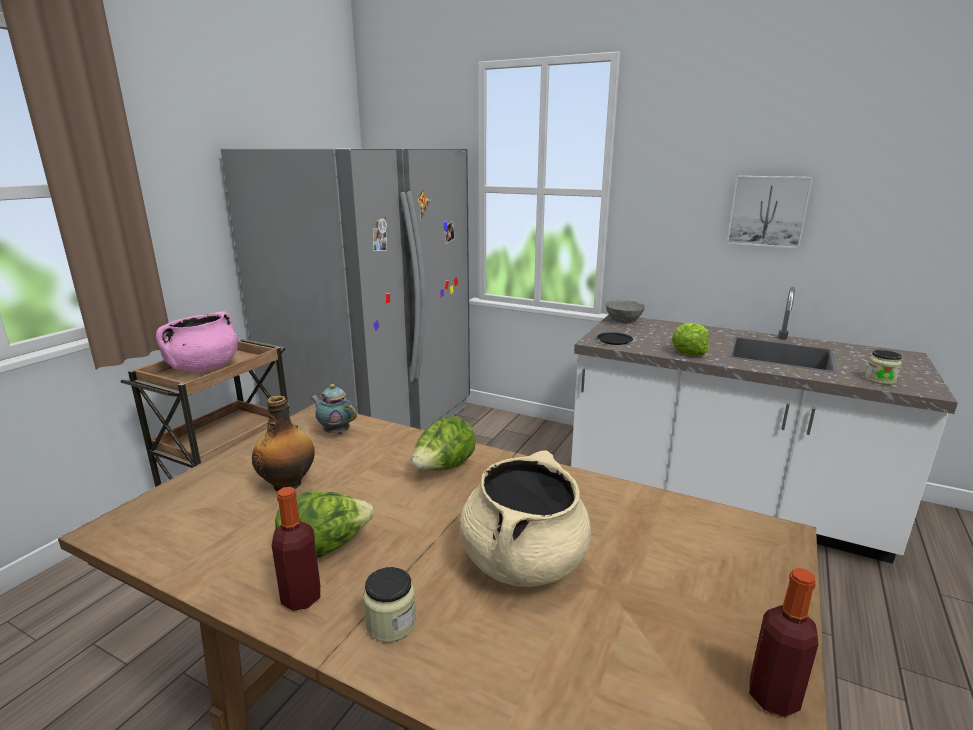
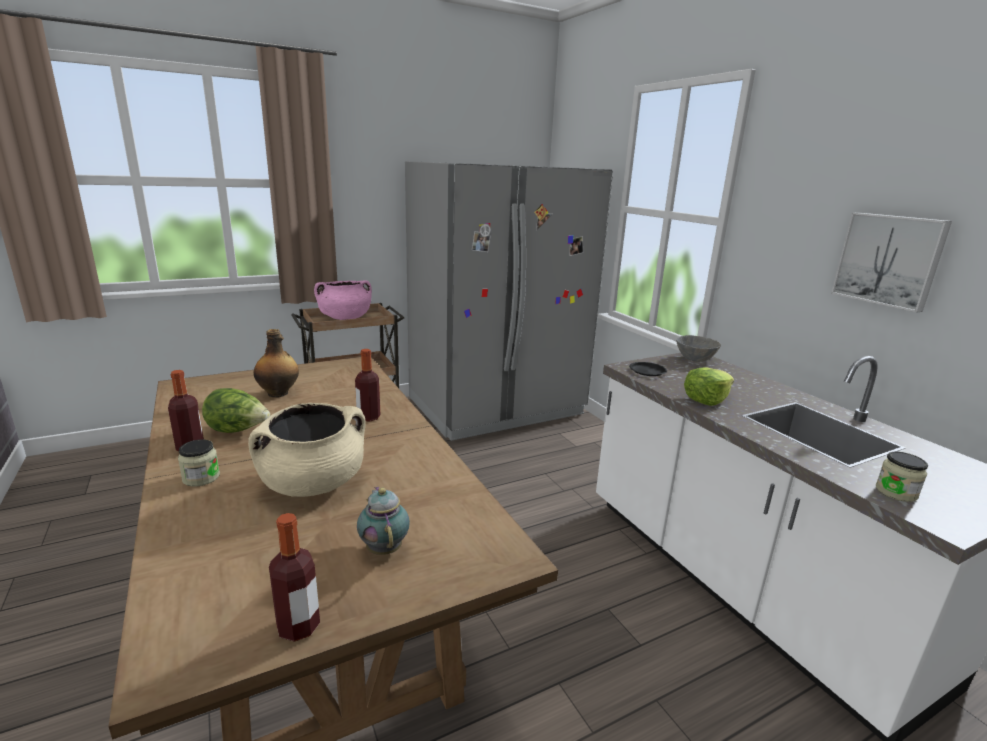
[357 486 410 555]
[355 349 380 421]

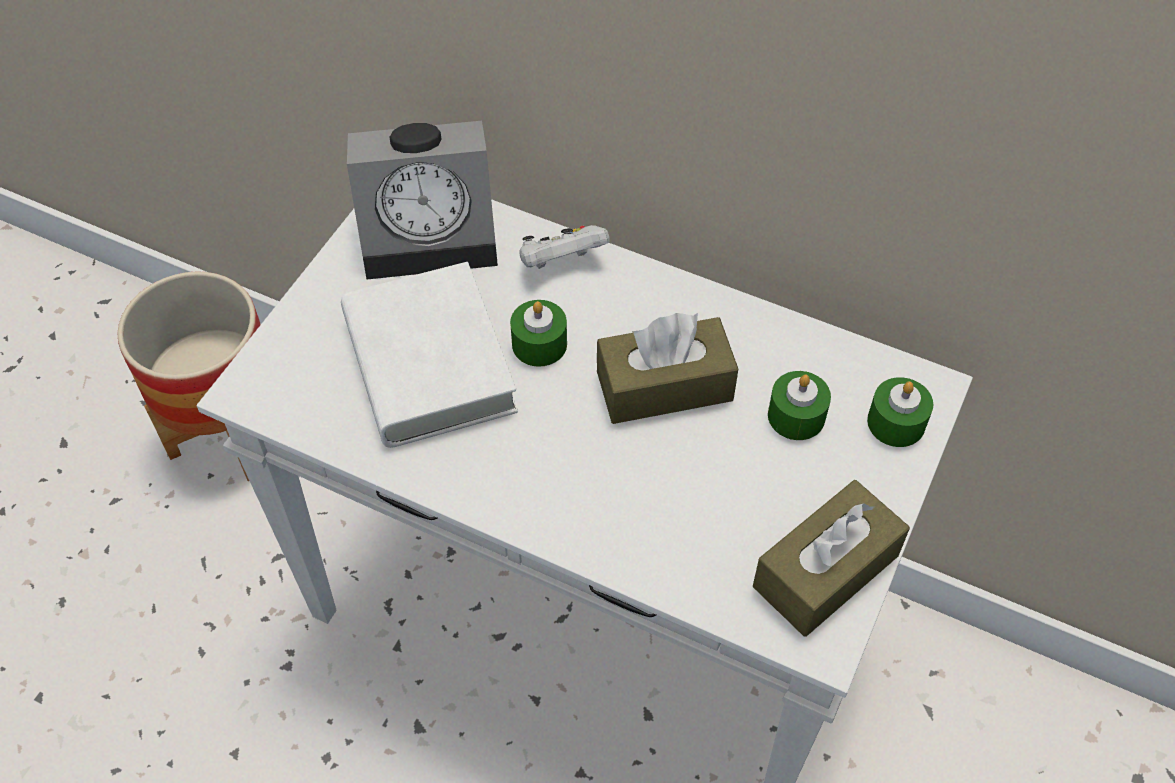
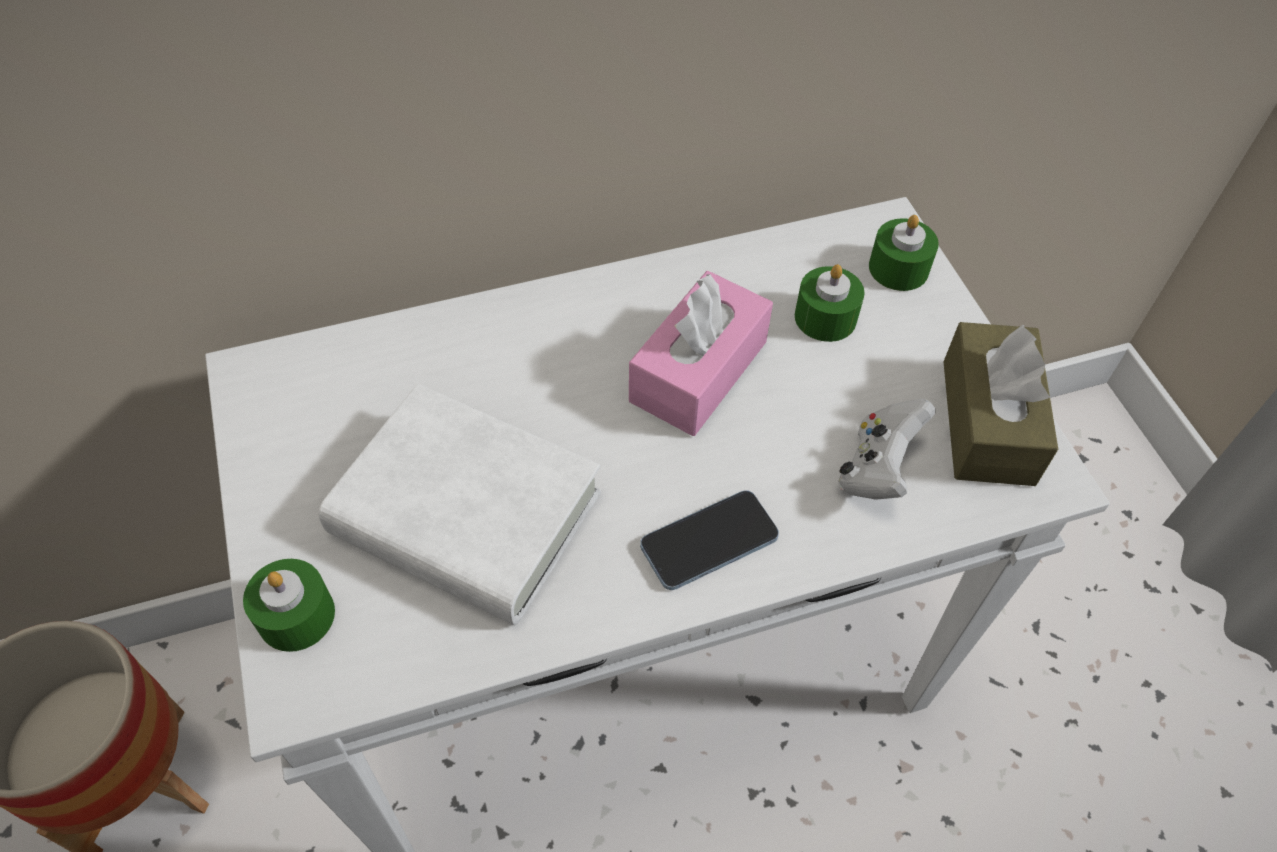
[347 121 498 279] (first image)
[640 490 779 590]
[243 559 335 652]
[838 399 936 500]
[629 271 773 436]

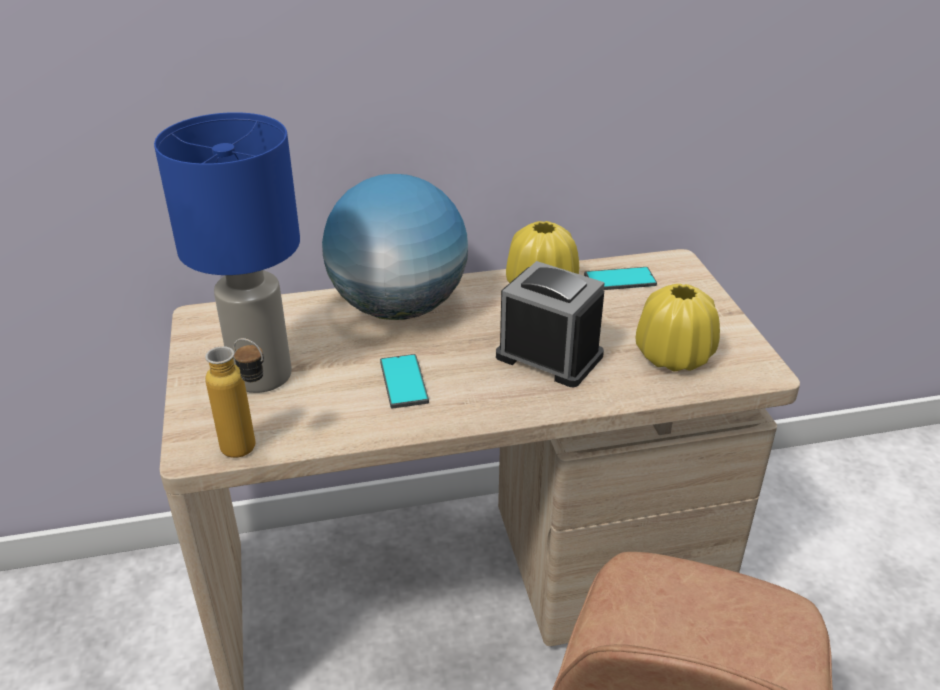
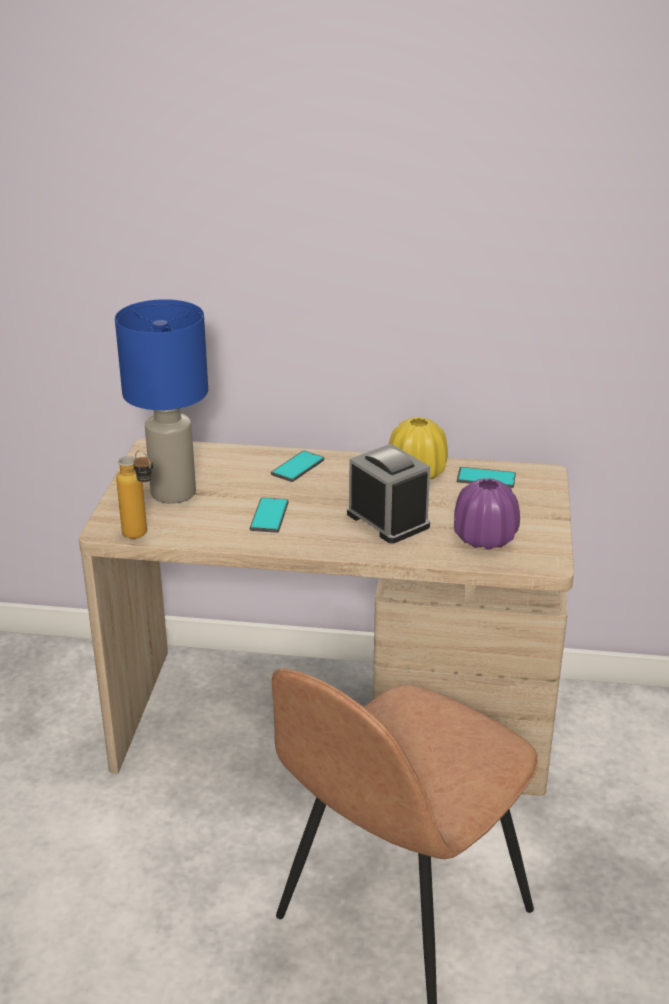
[271 451 324 482]
[454 478 520 550]

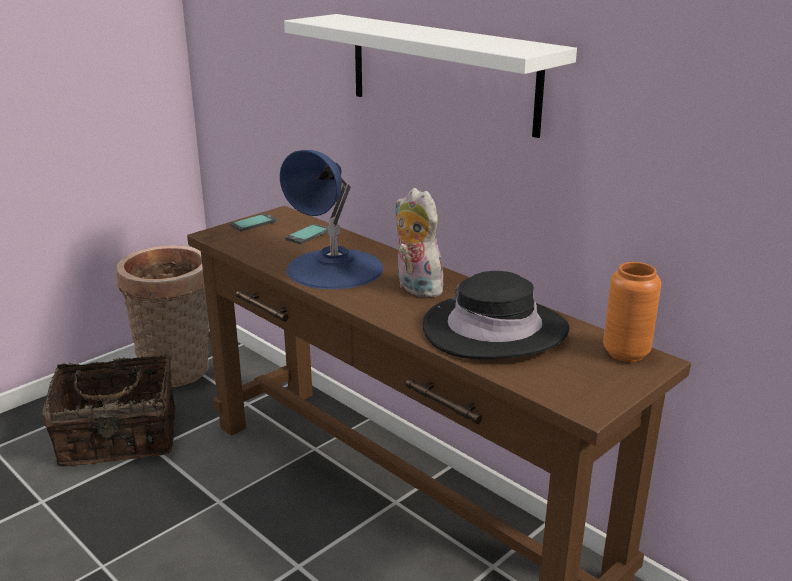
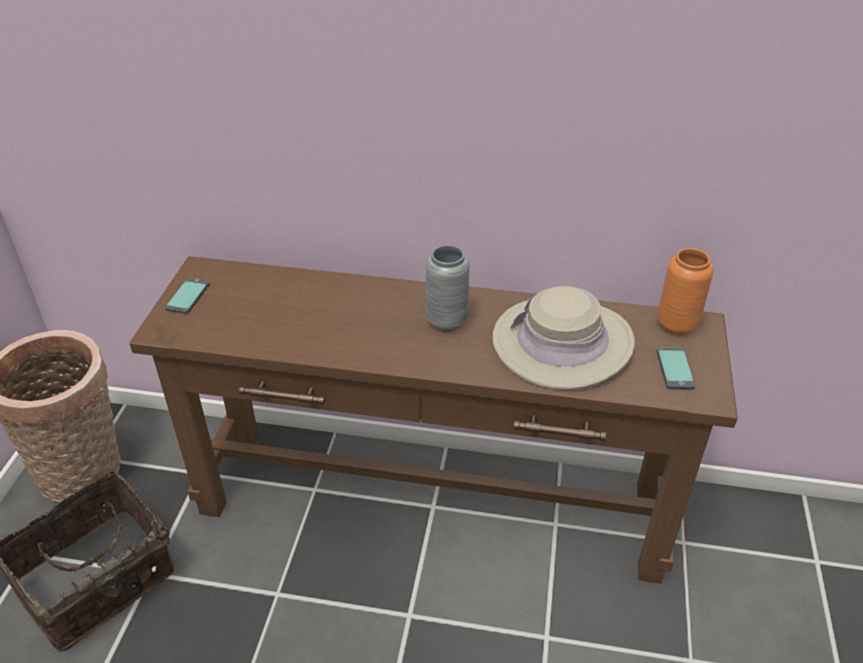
[280 150 384 289] (first image)
[284 14 577 138] (first image)
[657 347 696 390]
[426 245 470 331]
[492 286 635 390]

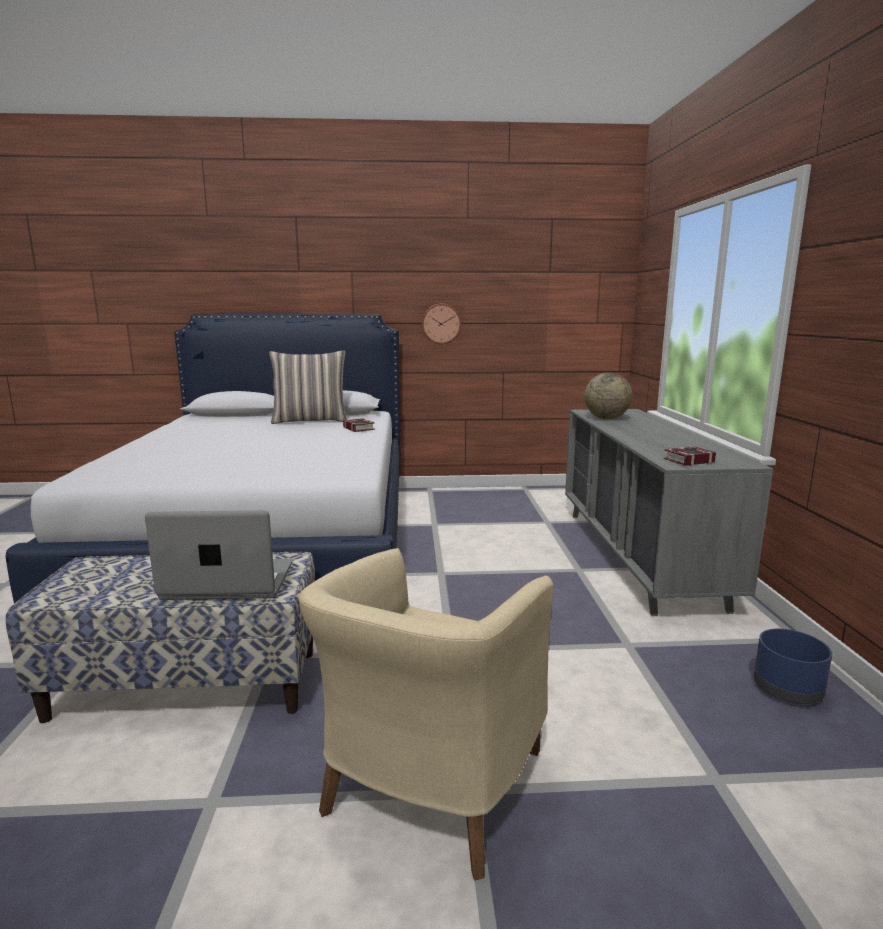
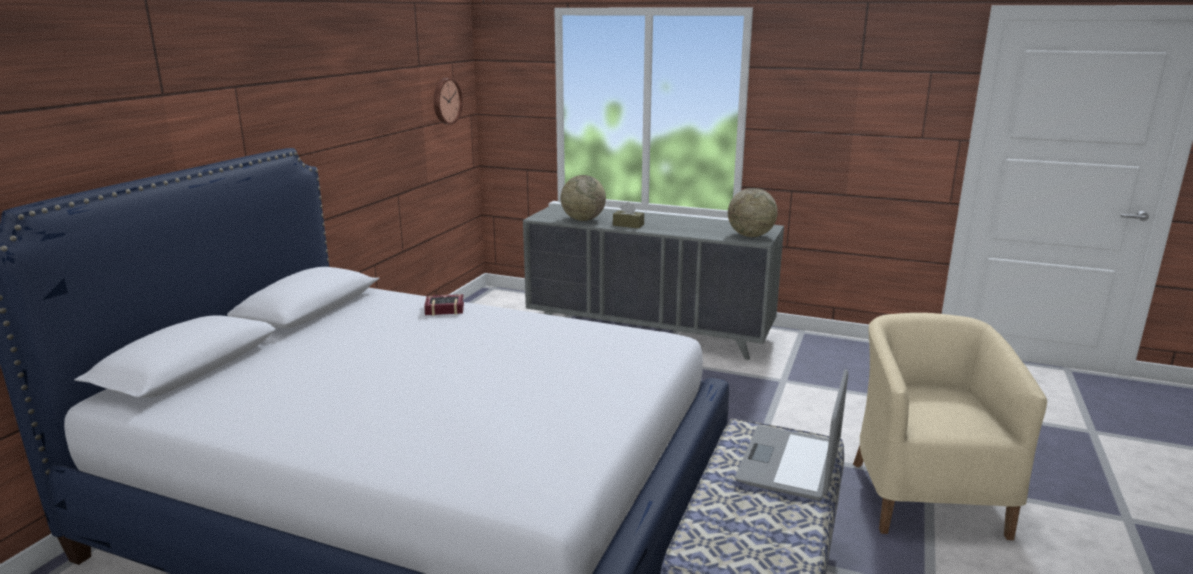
[269 350 347 424] (first image)
[754 629 832 704] (first image)
[613 202 644 228]
[434 78 463 125]
[728 188 778 237]
[853 313 1047 540]

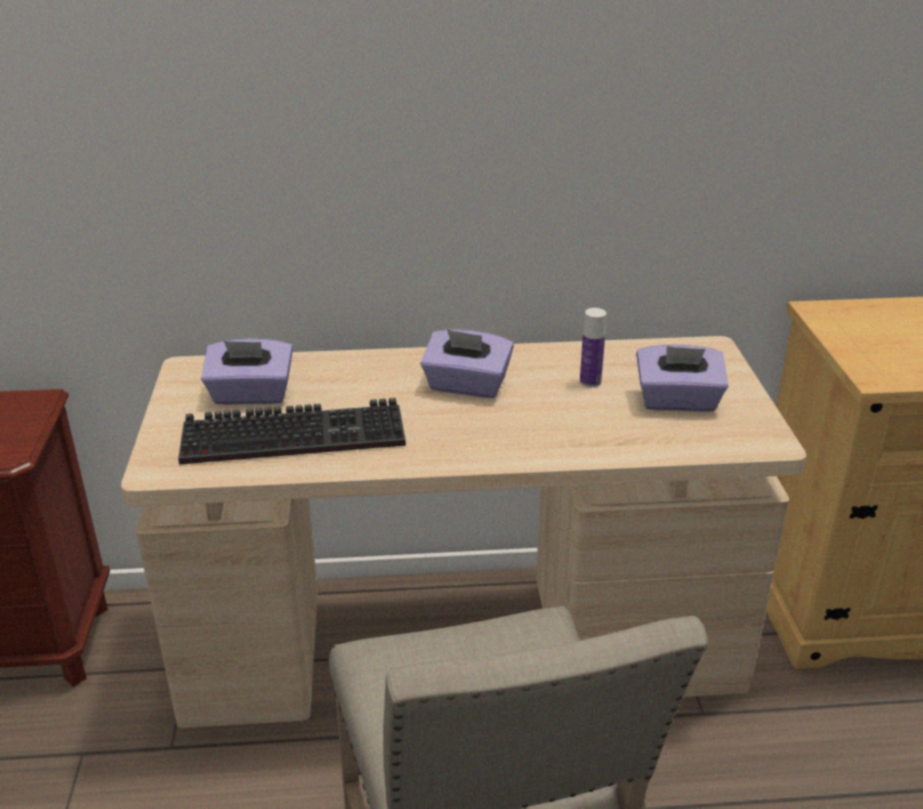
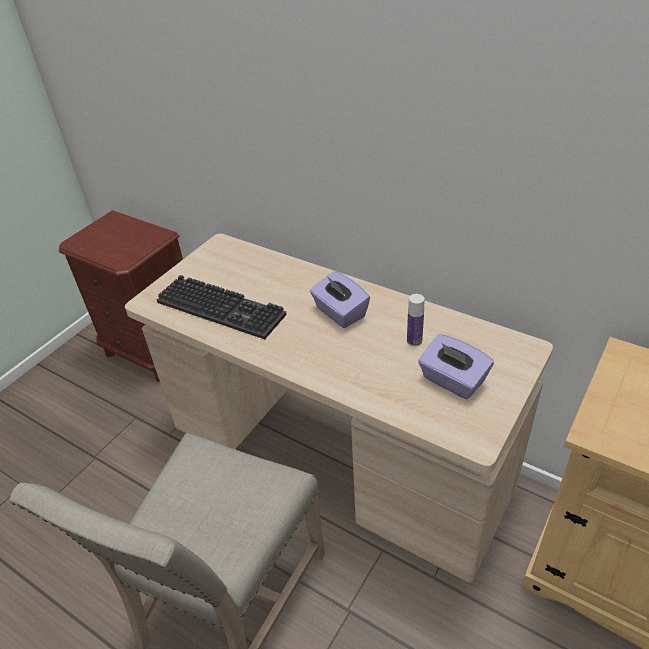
[201 339 293 405] (first image)

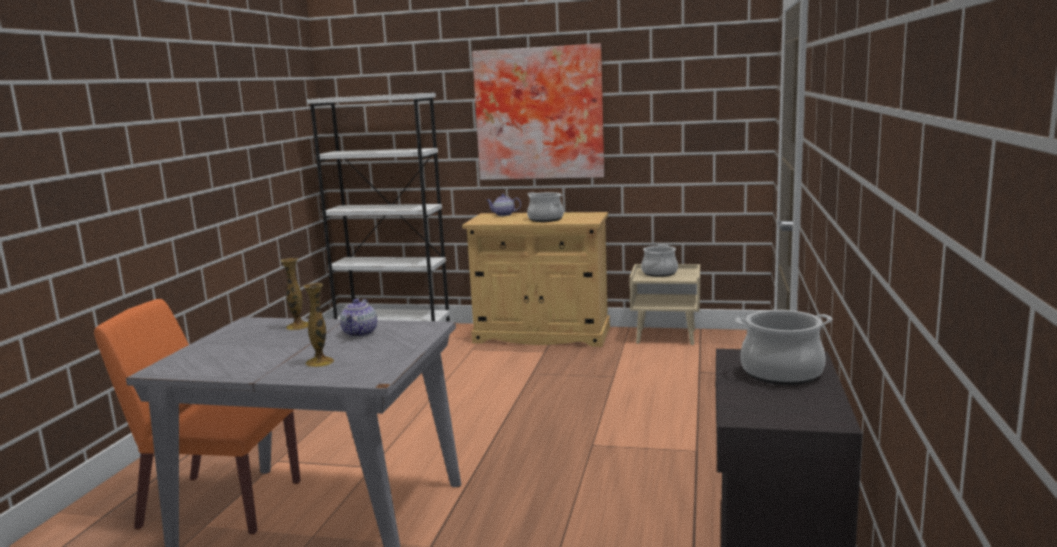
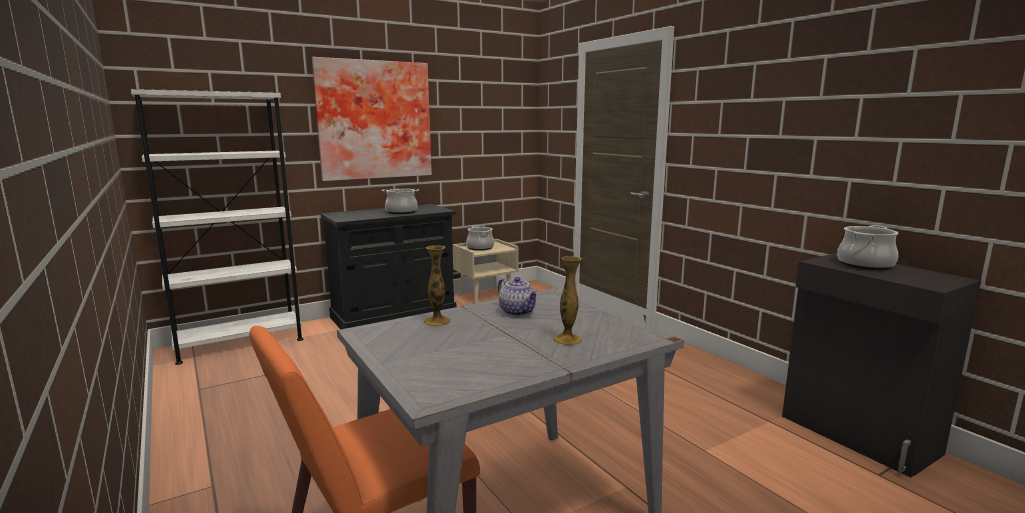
[487 194 521 216] (first image)
[321 204 456 329]

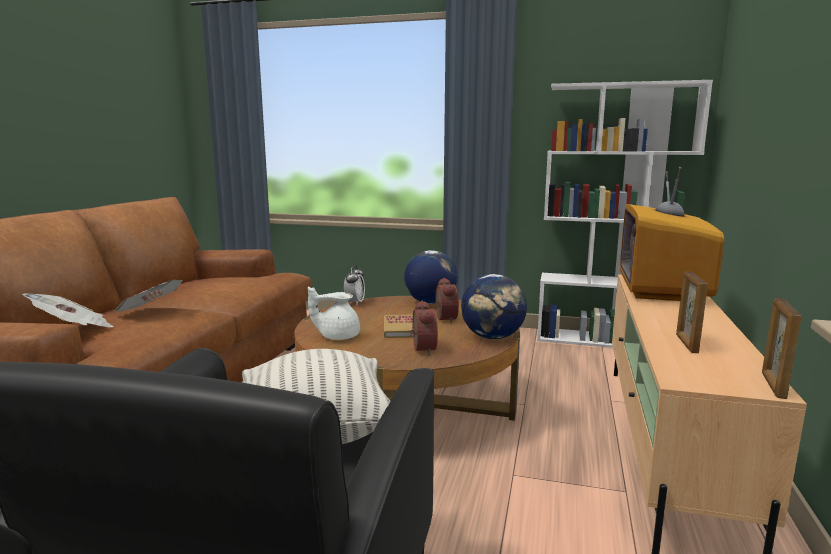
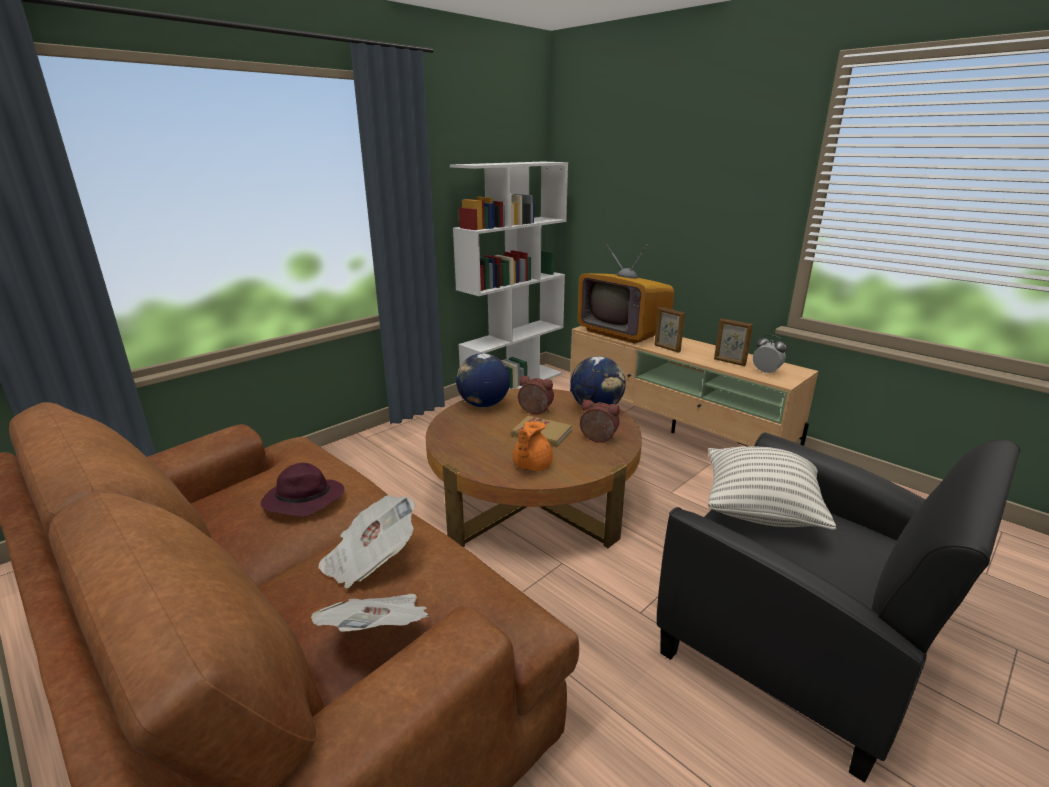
[261 463 344 517]
[753 335 787 373]
[654 307 685 353]
[513 421 553 471]

